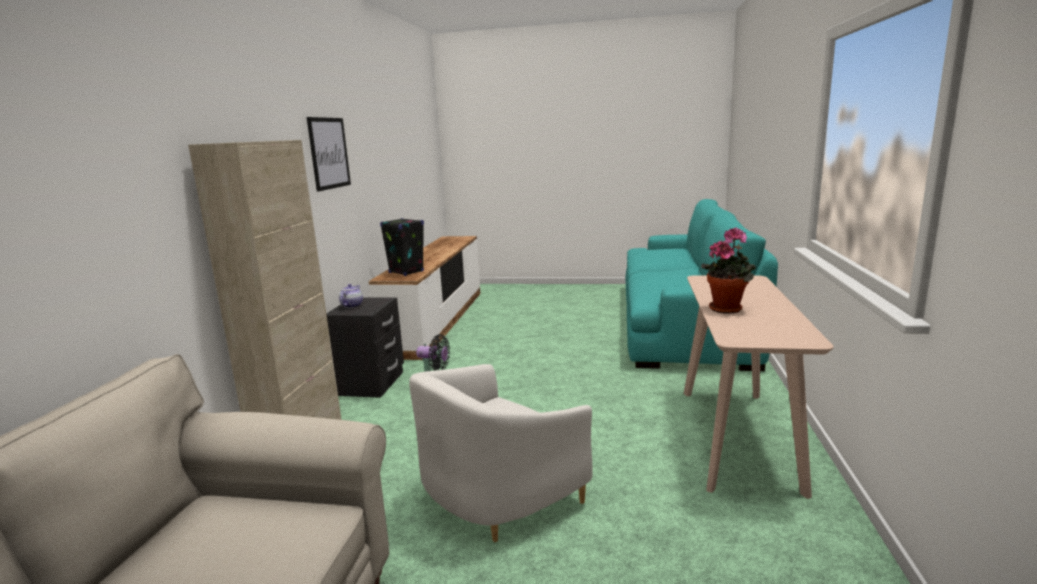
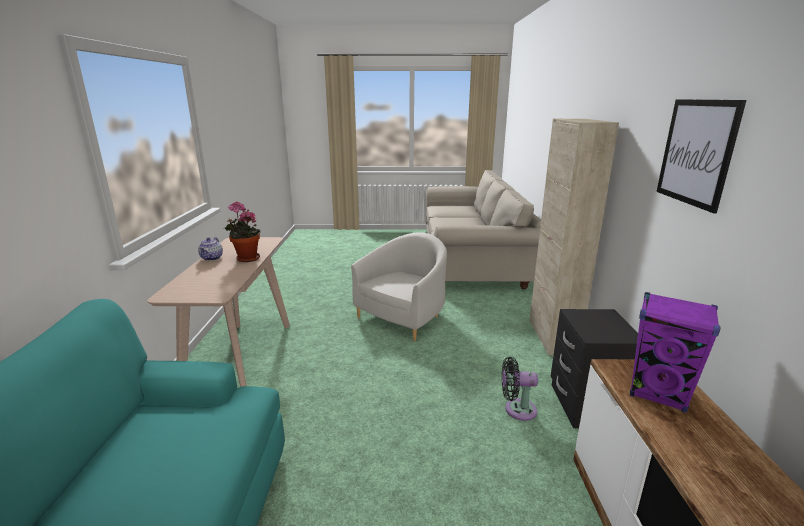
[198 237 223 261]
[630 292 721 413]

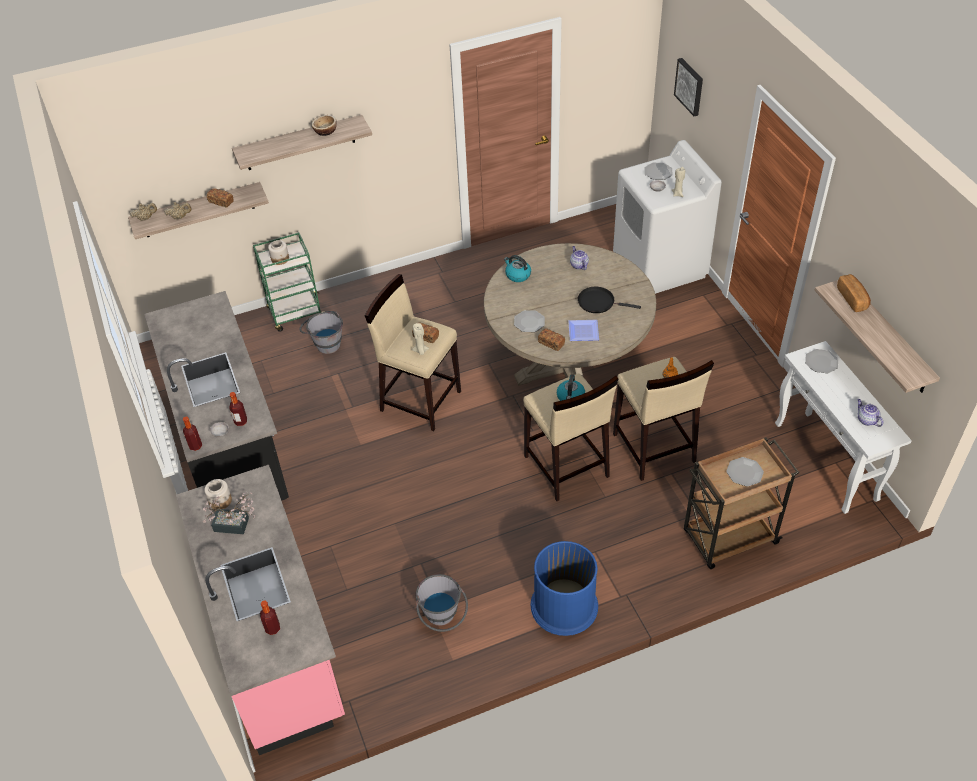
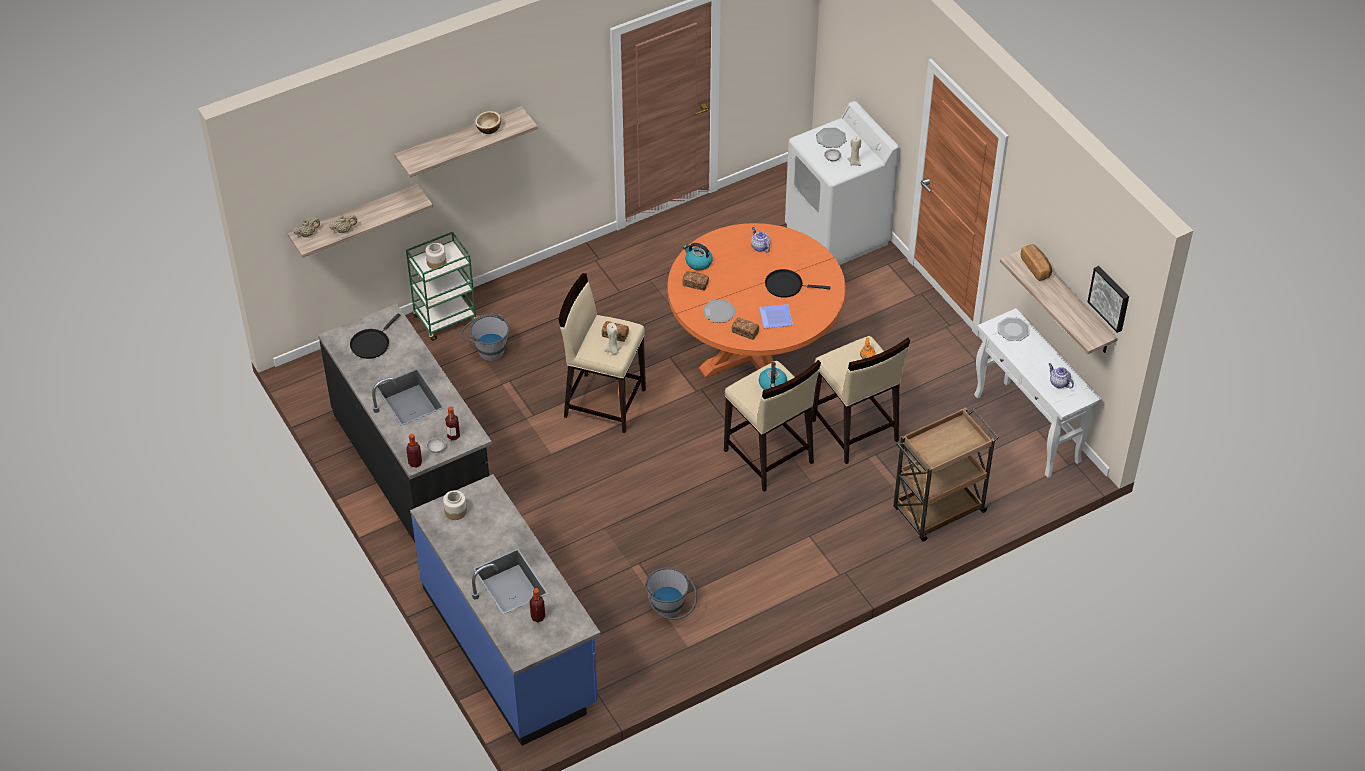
[202 491 255 534] (first image)
[530 541 598 636] (first image)
[726 457 764 487] (first image)
[350 314 400 359]
[682 271 709 291]
[1087 266 1129 333]
[410 474 601 746]
[668 223 845 378]

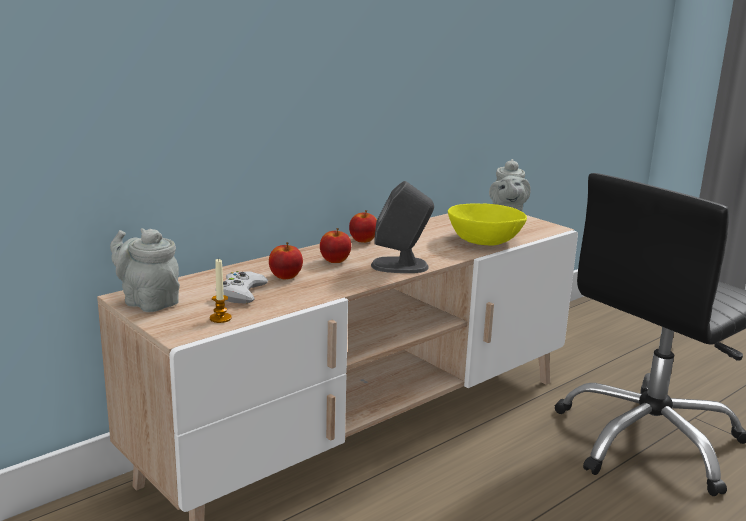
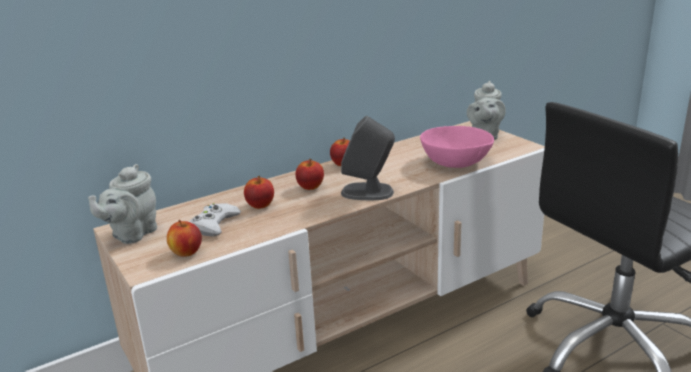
[167 219 202 256]
[420 126 494 168]
[88 164 157 244]

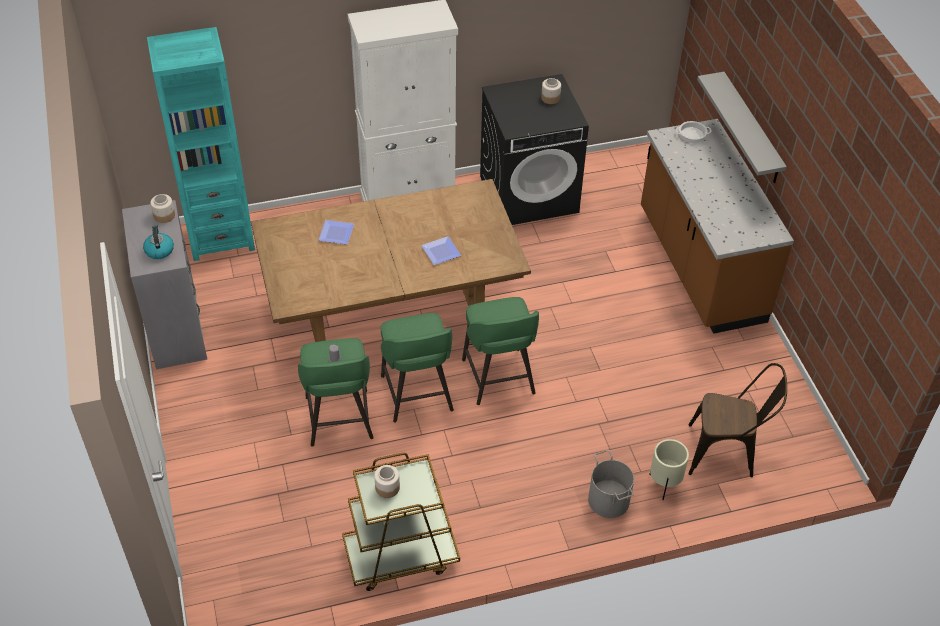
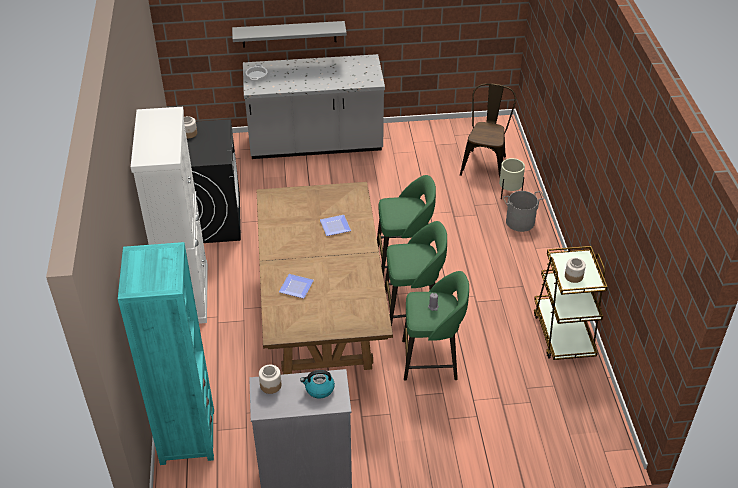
[243 54 385 159]

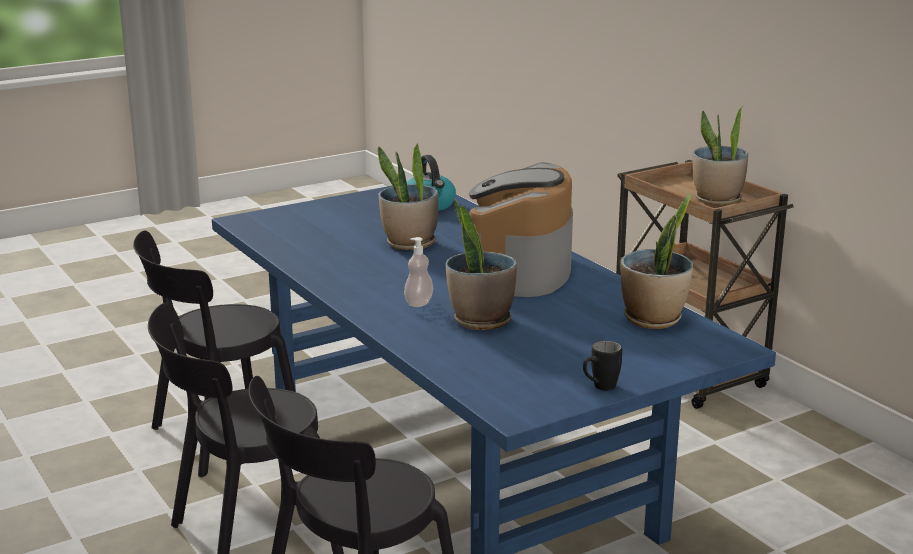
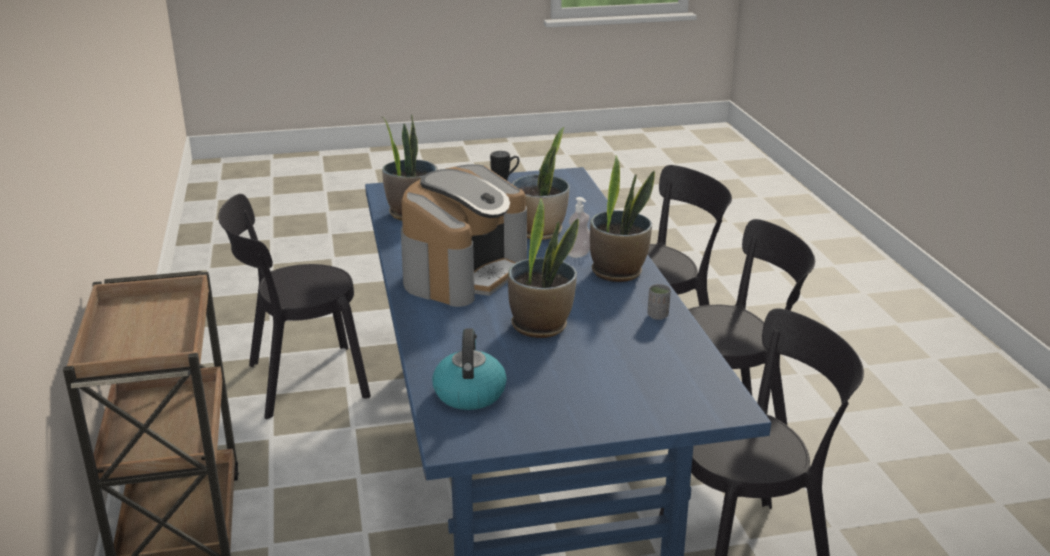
[218 194 371 419]
[648 284 671 320]
[590 155 655 282]

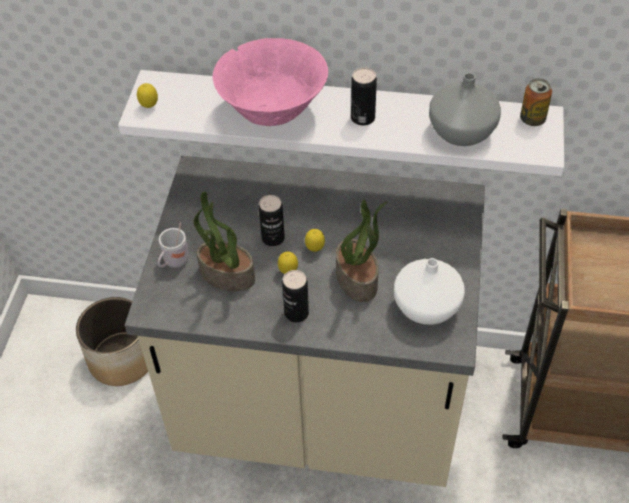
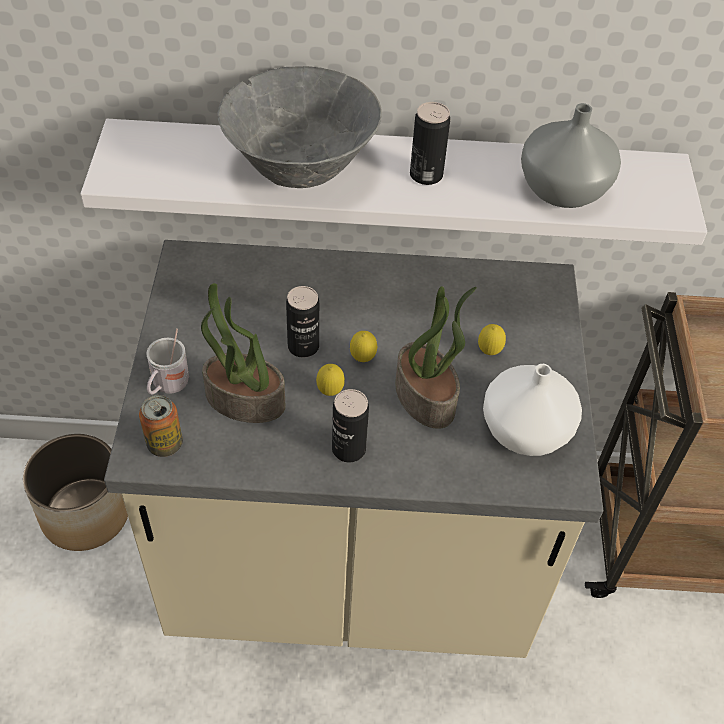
[478 324 506 355]
[139 395 183 457]
[218 66 382 188]

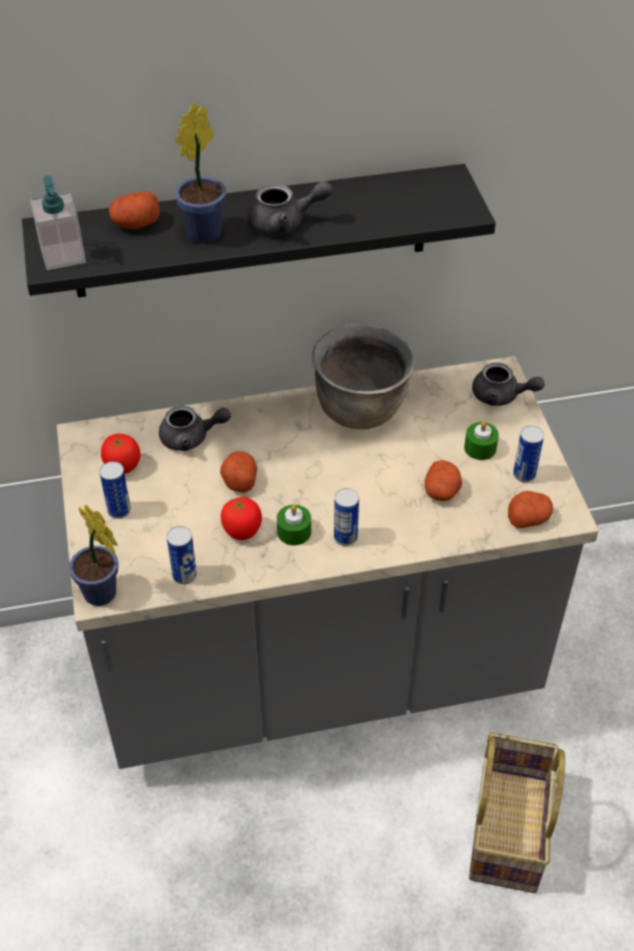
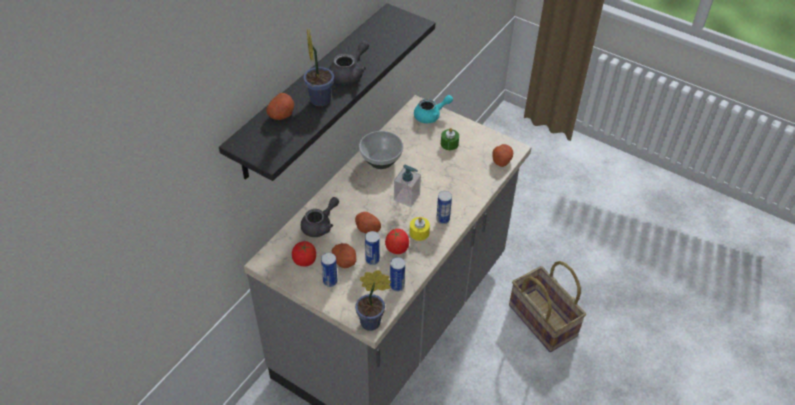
[394 165 421 207]
[332 243 356 268]
[365 231 380 265]
[359 131 403 169]
[410 217 430 241]
[414 95 453 123]

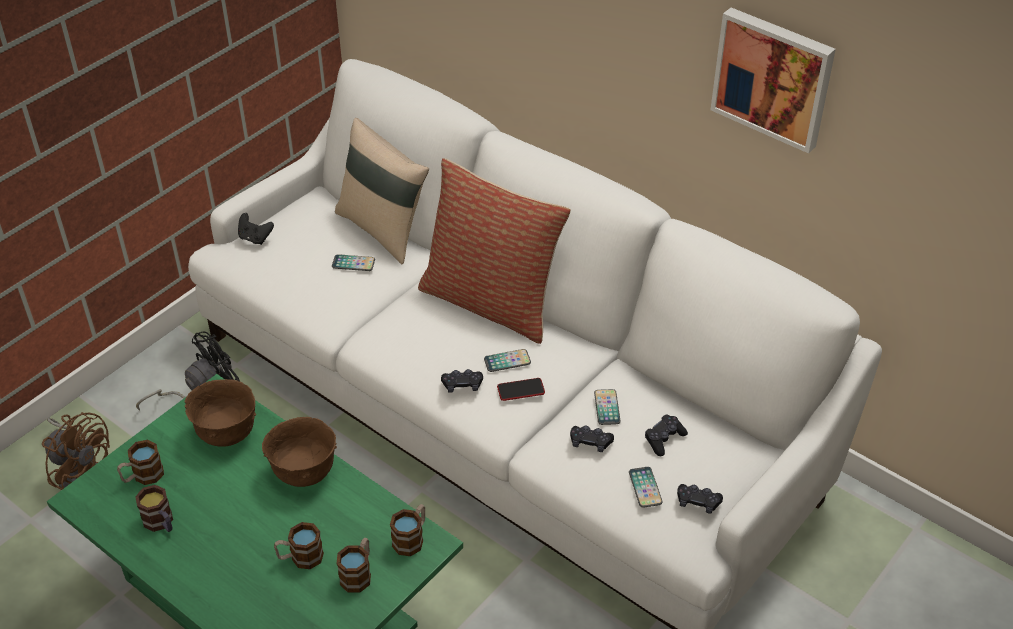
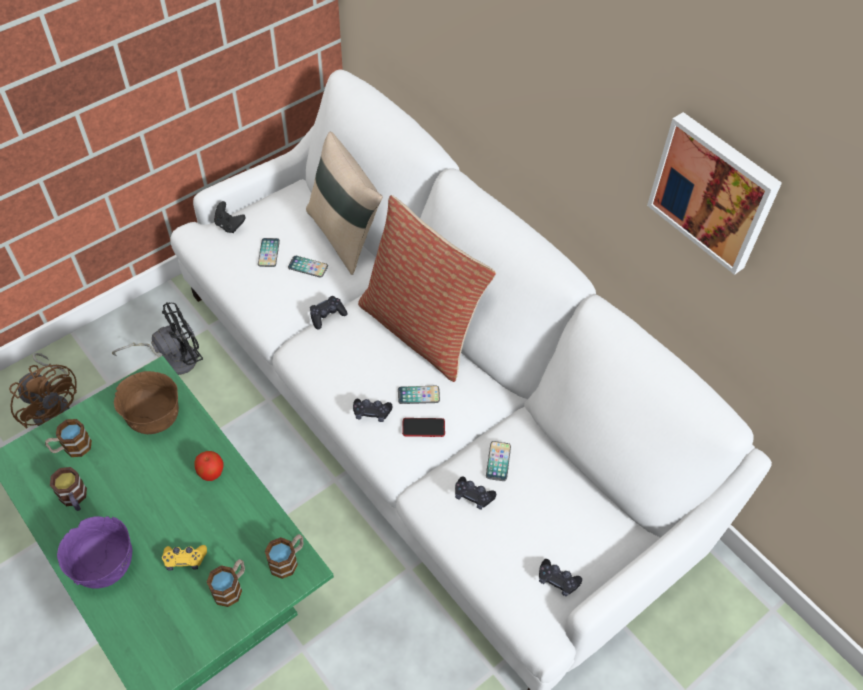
[57 516 133 589]
[258 238 280 267]
[310 296 348 329]
[195 451 224 481]
[162 545 207 570]

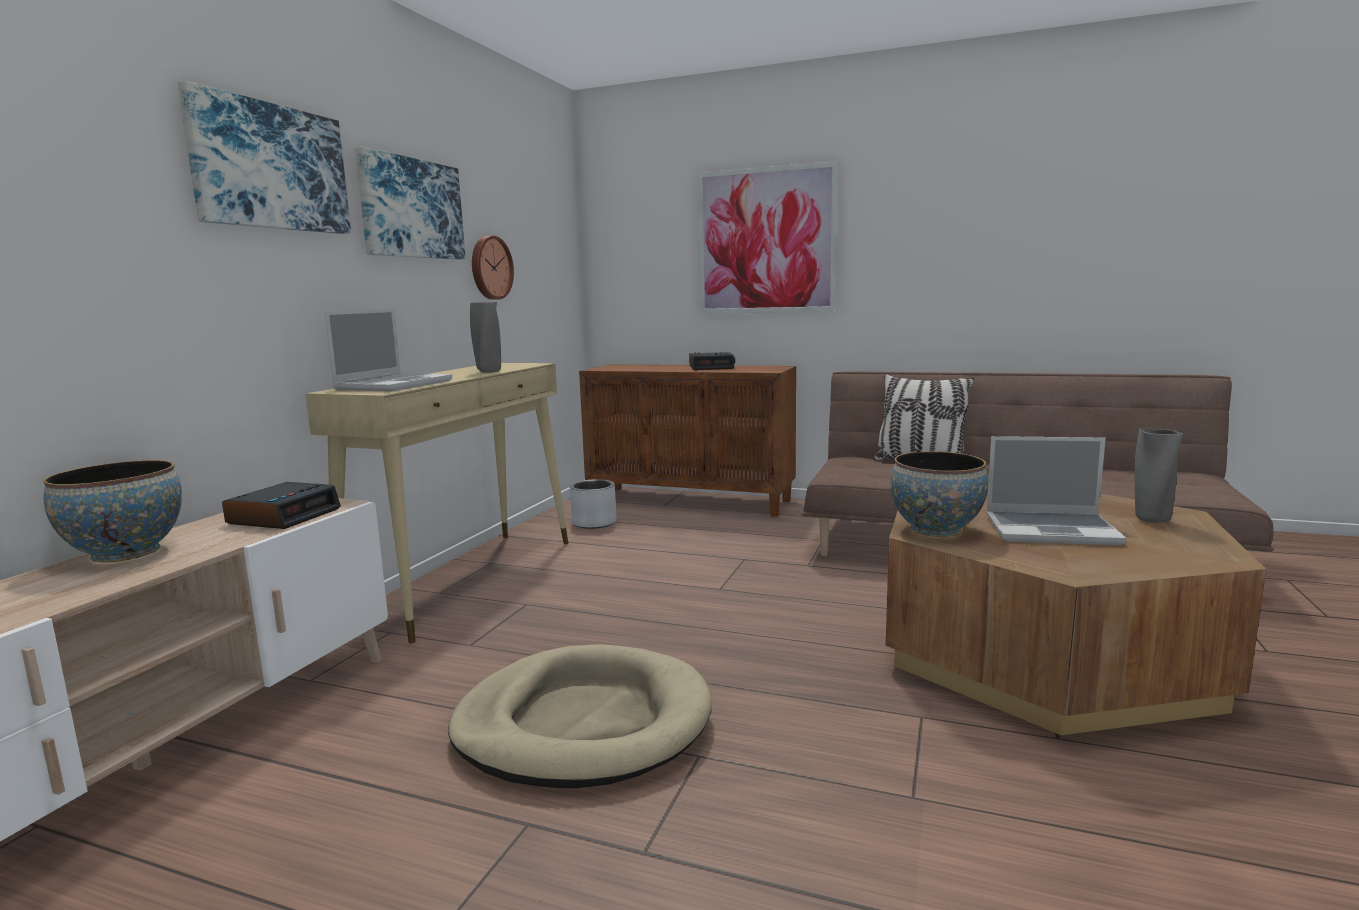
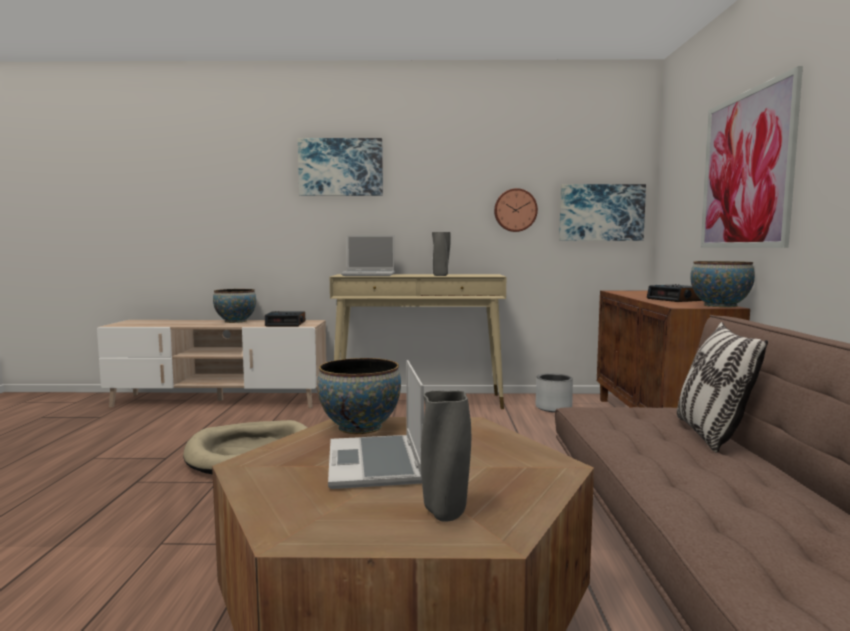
[690 261 755 308]
[559 184 646 241]

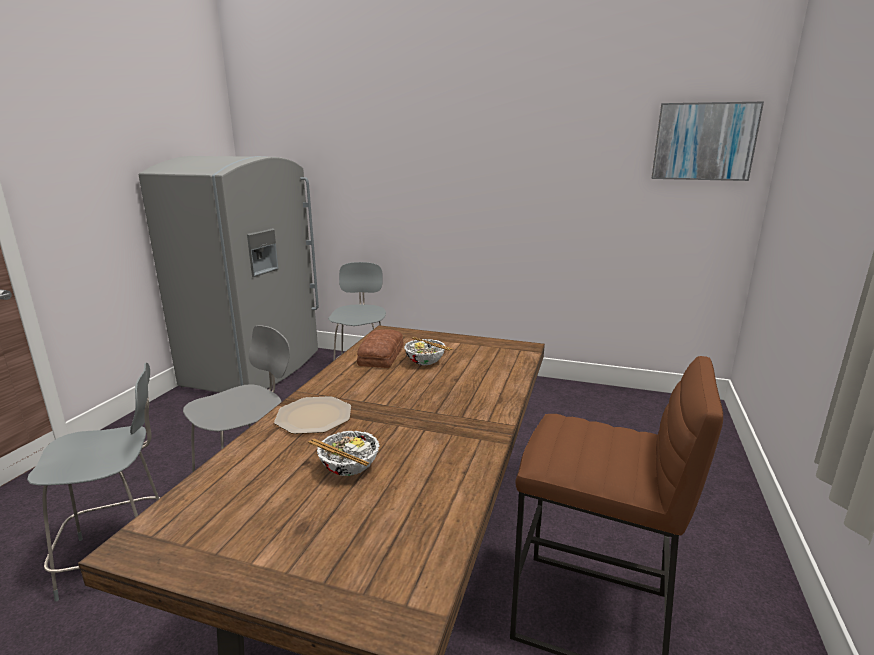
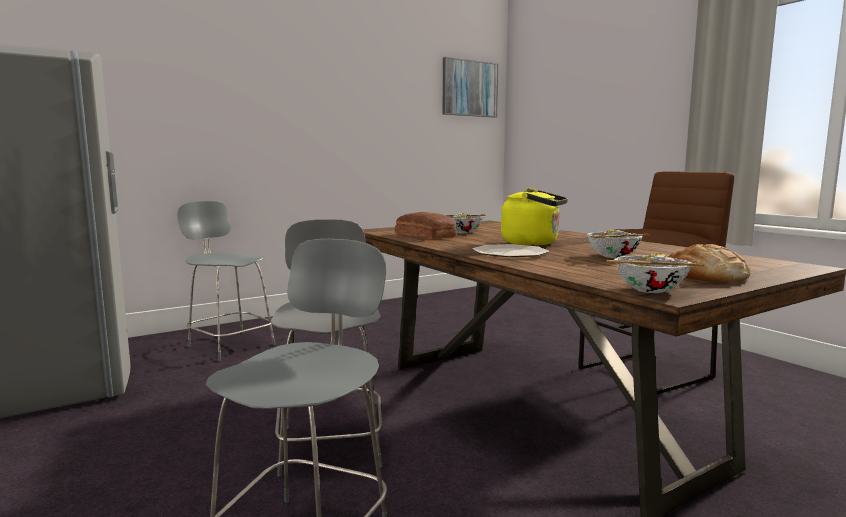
[501 188 568 246]
[606 253 704 293]
[668 244 751 283]

